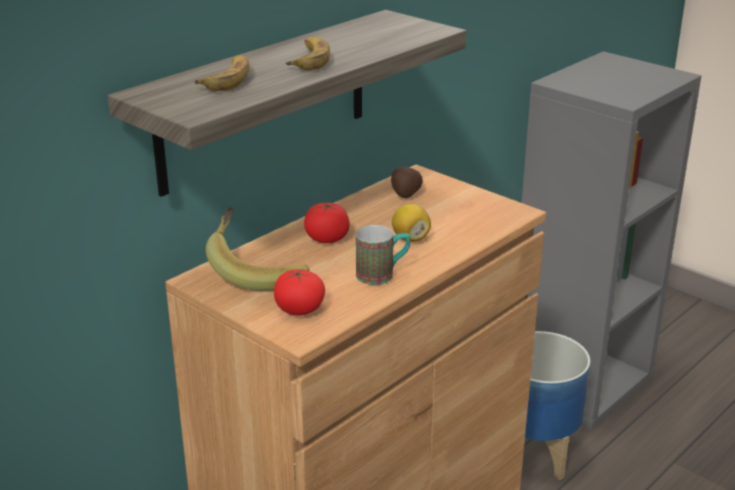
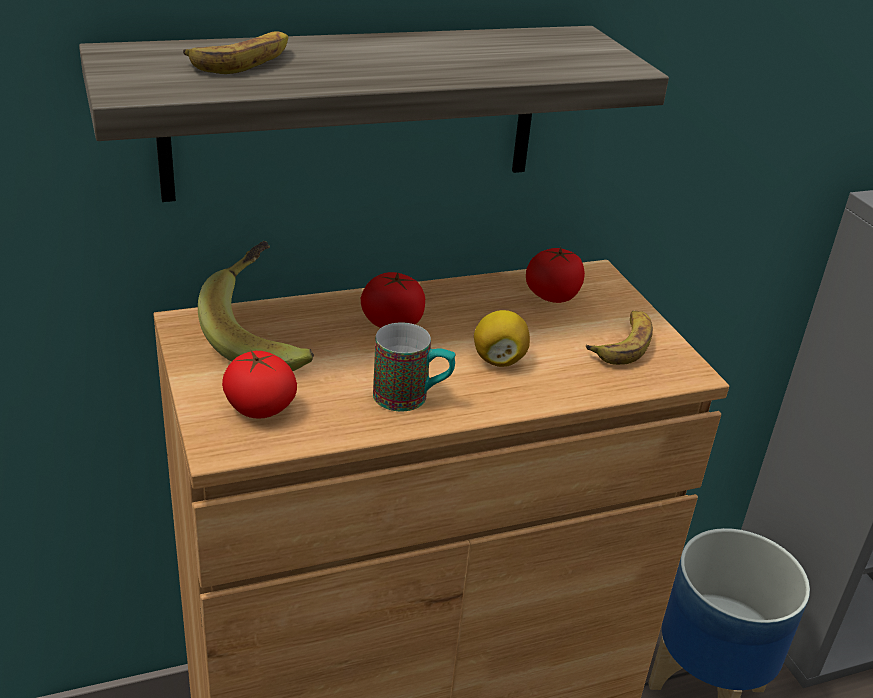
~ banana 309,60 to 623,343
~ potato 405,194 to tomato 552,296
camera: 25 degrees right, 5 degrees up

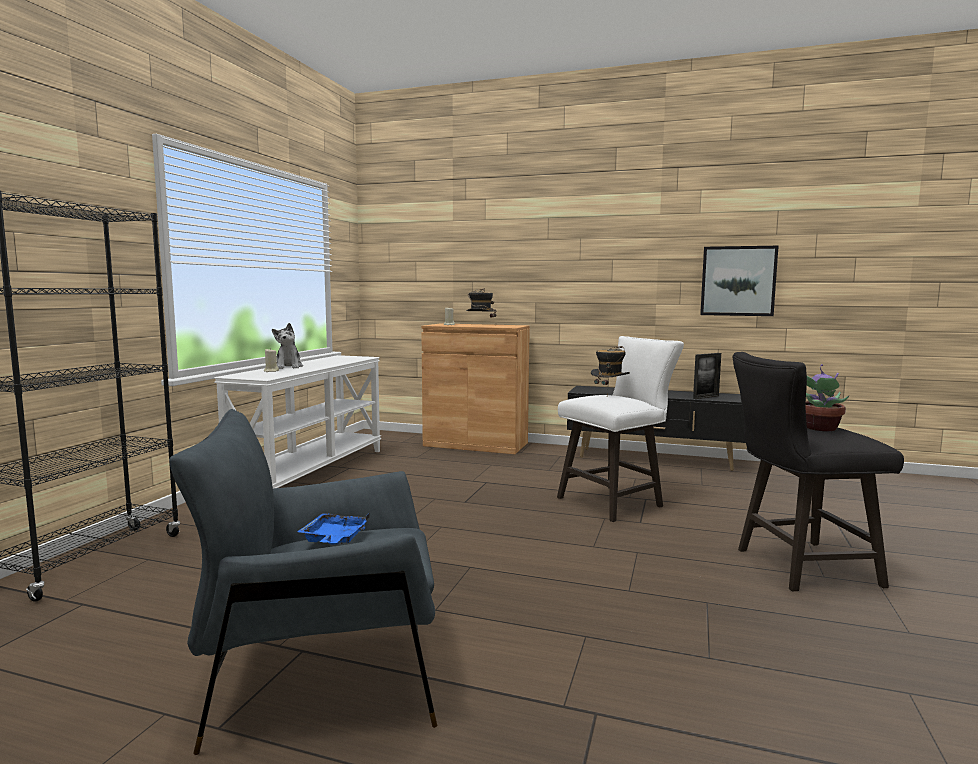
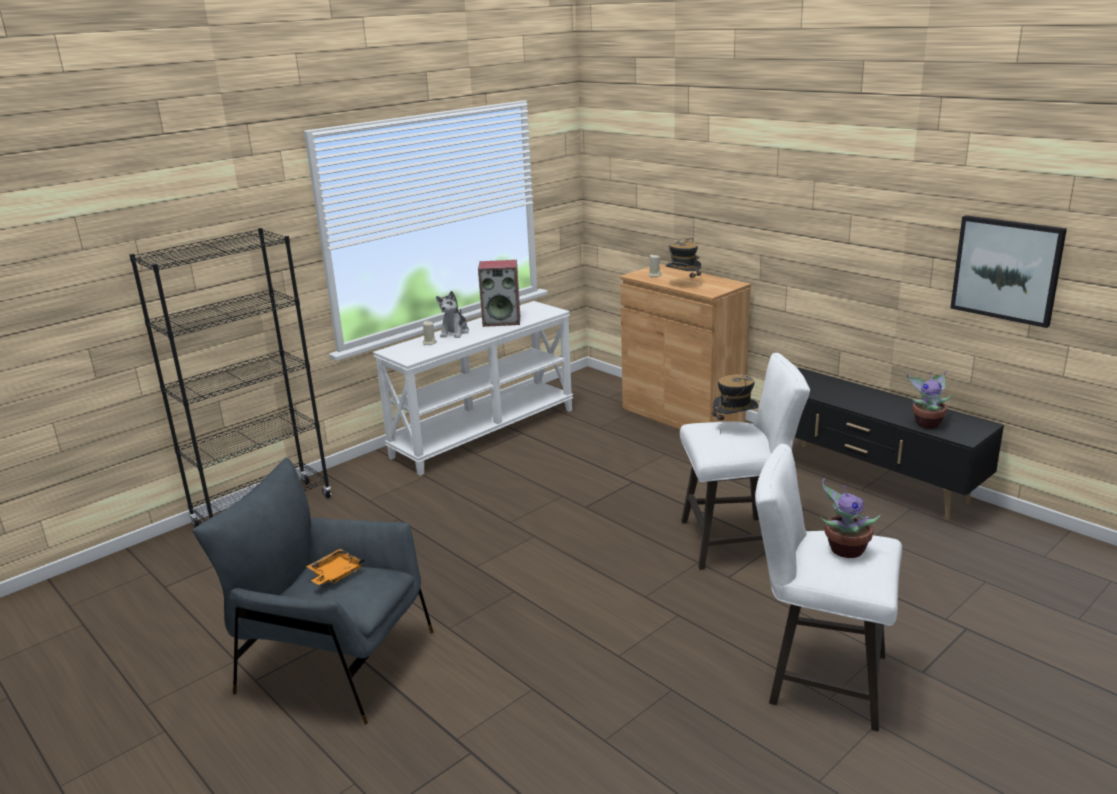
+ speaker 502,321
~ picture frame 706,397 to potted plant 927,423
~ tray in blue 334,539 to tray in orange 335,574
~ stool in black 797,567 to stool in white 817,679
camera: 30 degrees right, 15 degrees up

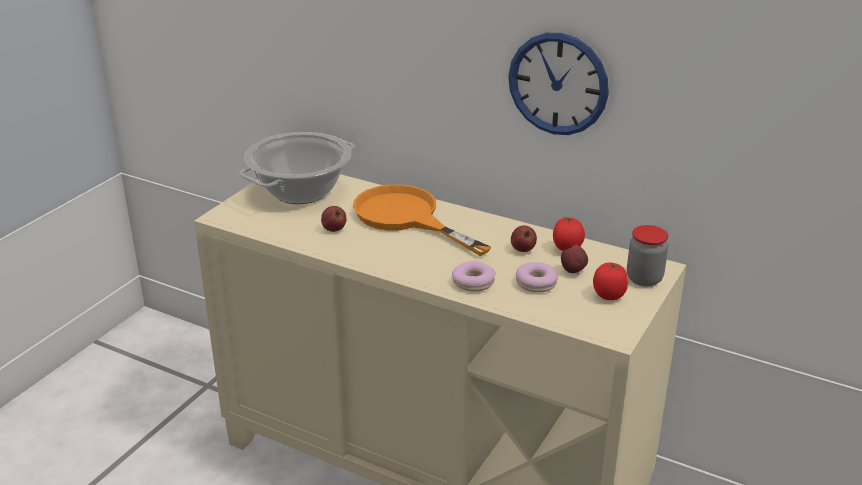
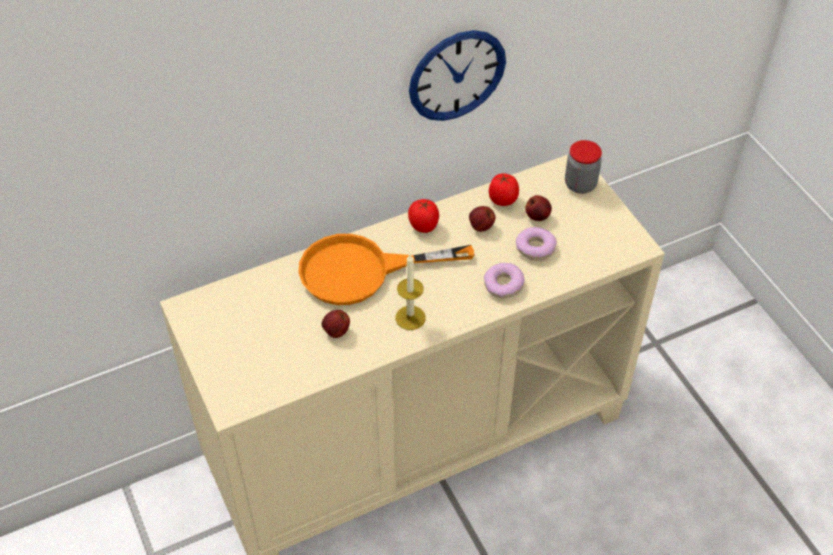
- cooking pot 300,191
+ candle 410,317
~ tomato 609,295 to 423,226
camera: 55 degrees left, 20 degrees up

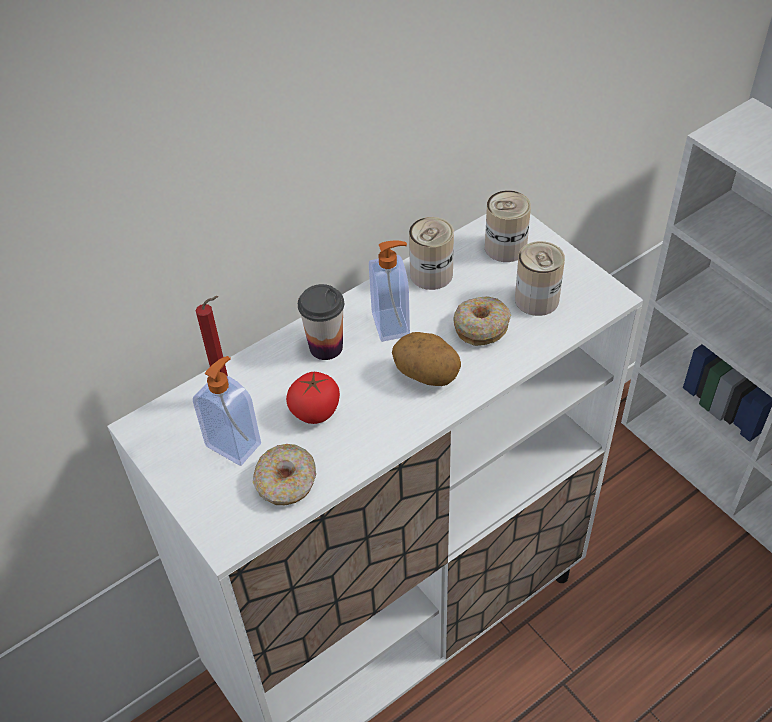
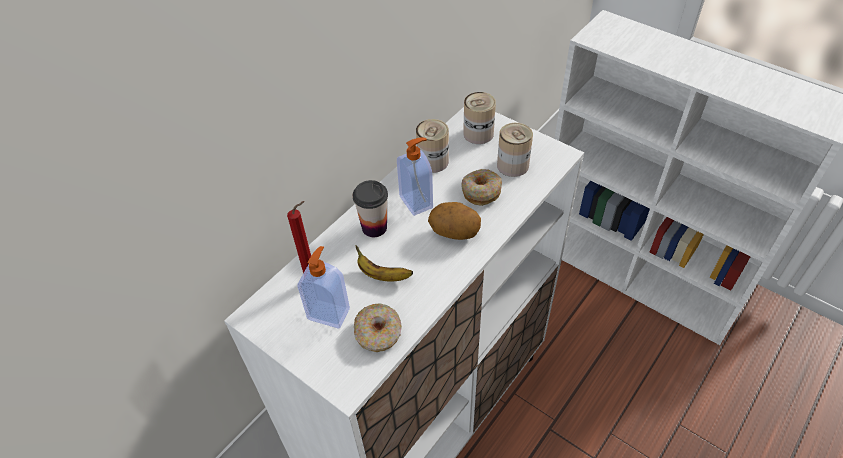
~ tomato 315,411 to banana 382,275
camera: 15 degrees left, 0 degrees up

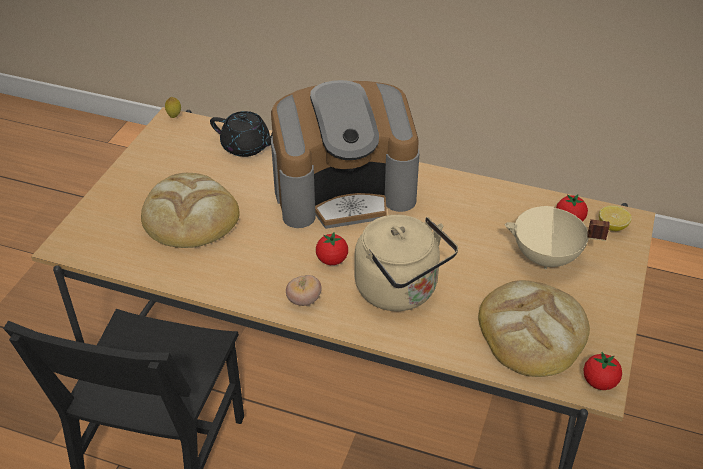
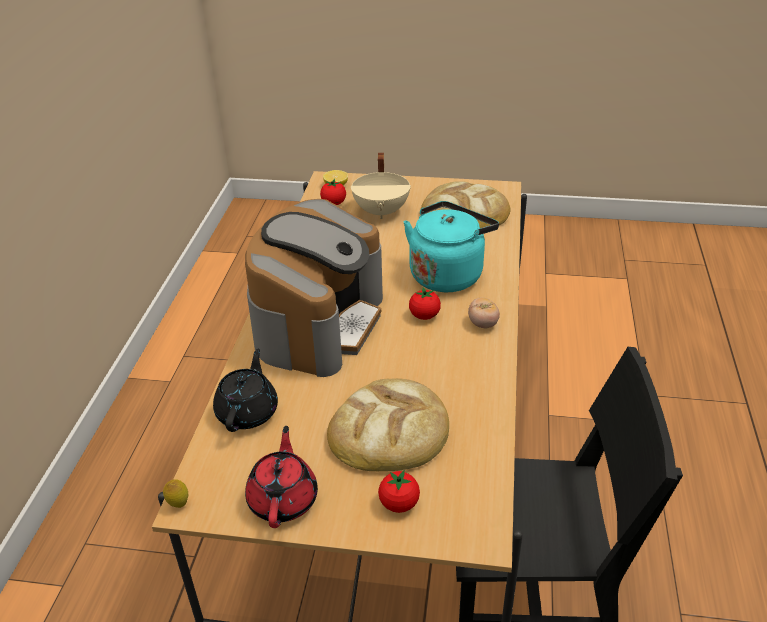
+ teapot in red 283,499
~ tomato 599,382 to 399,503
~ kettle in beige 401,291 to kettle in turquoise 448,274
~ coffee machine 344,190 = 318,323 45 degrees clockwise
camera: 100 degrees left, 5 degrees down

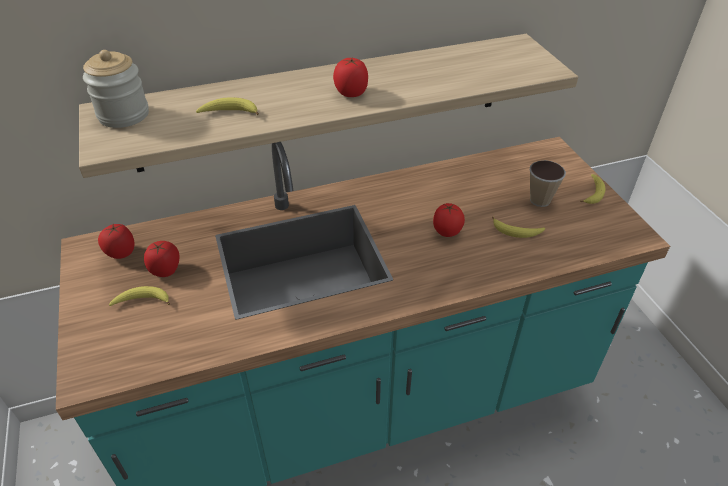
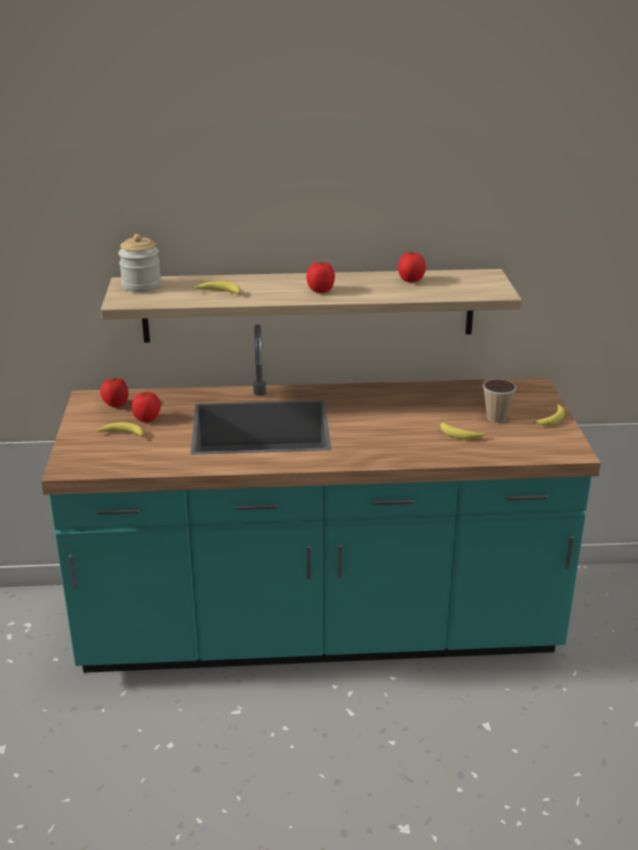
~ tomato 446,232 to 410,281
camera: 15 degrees right, 15 degrees down

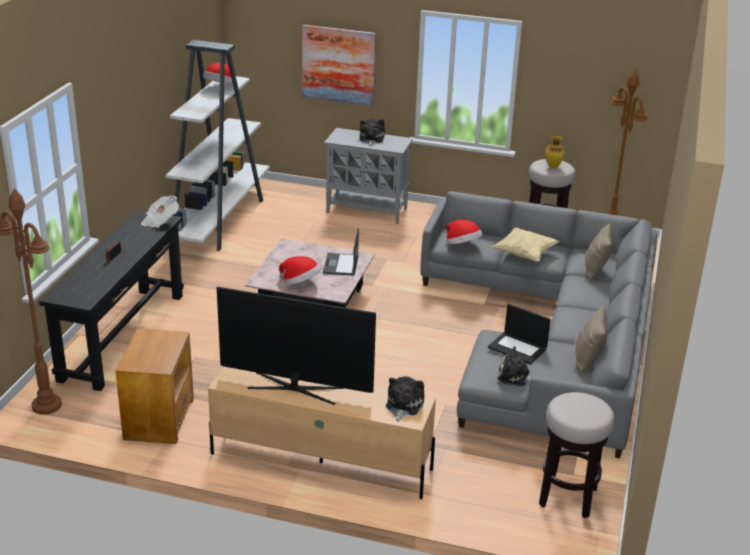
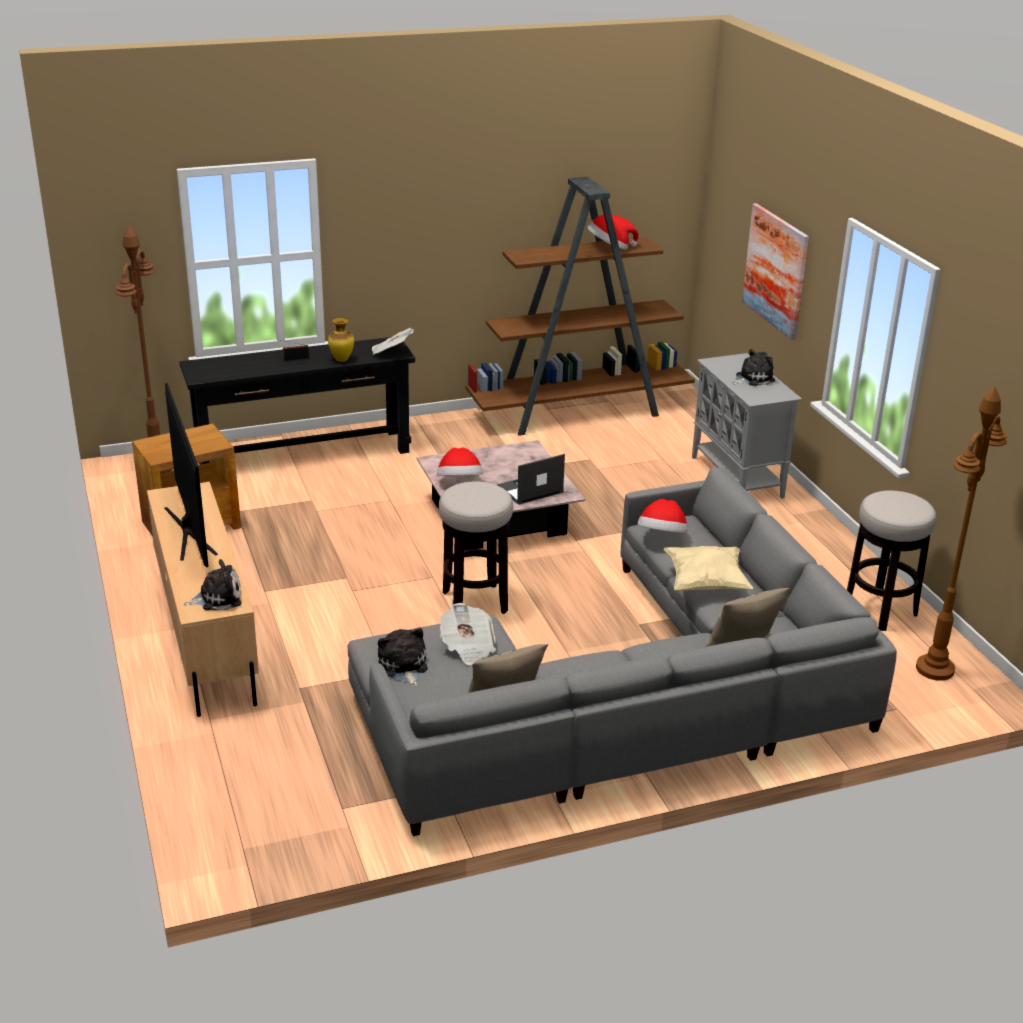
~ stool 567,497 to 474,602
~ vase 553,166 to 342,360
~ laptop 518,348 to newspaper 467,647
~ bookcase in white 218,220 to bookcase in brown 580,411
camera: 55 degrees right, 0 degrees up

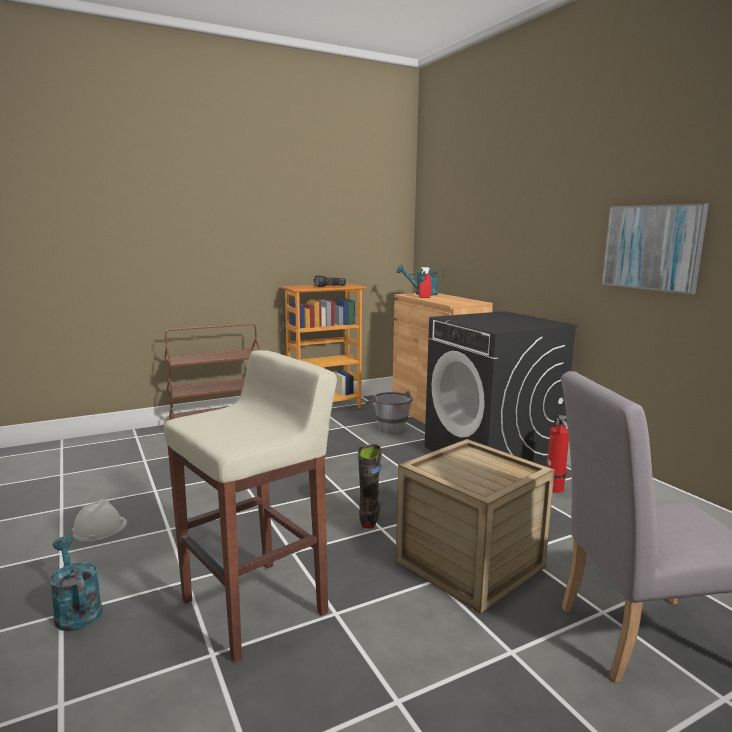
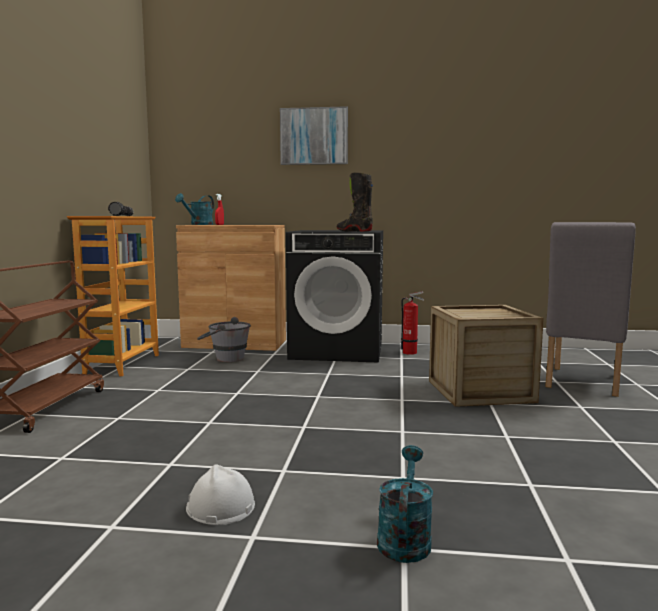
- stool in beige 257,606
~ boot in black 369,517 to 354,231
~ picture 652,247 to 314,136
~ watering can in turquoise 76,610 = 404,538 105 degrees clockwise
camera: 55 degrees left, 5 degrees down

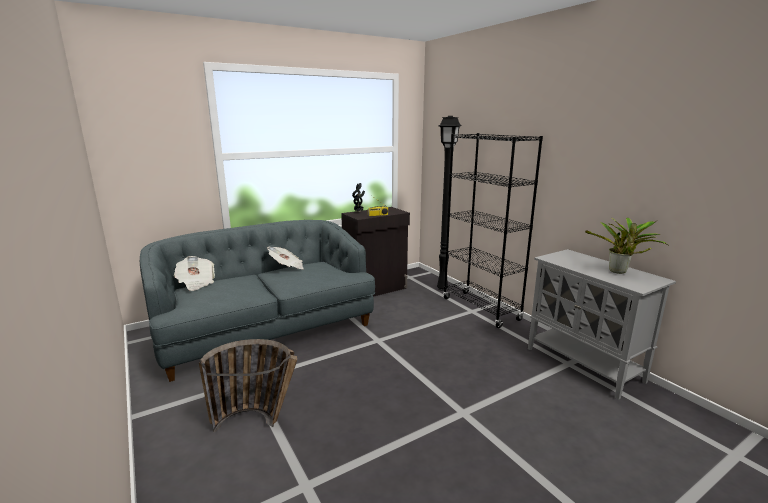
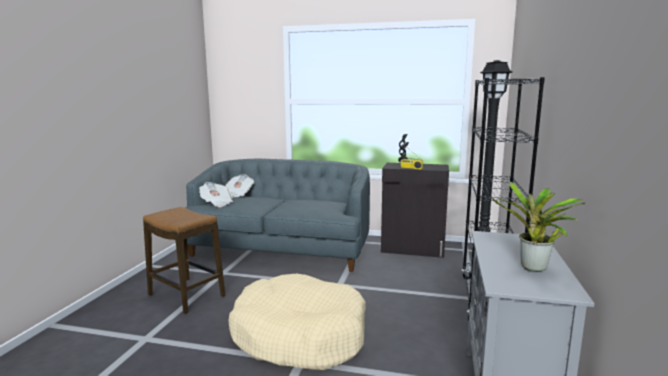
+ dog bed in beige 299,336
~ newspaper 287,267 to 216,203
~ basket 258,421 to stool 186,295
camera: 45 degrees right, 5 degrees down

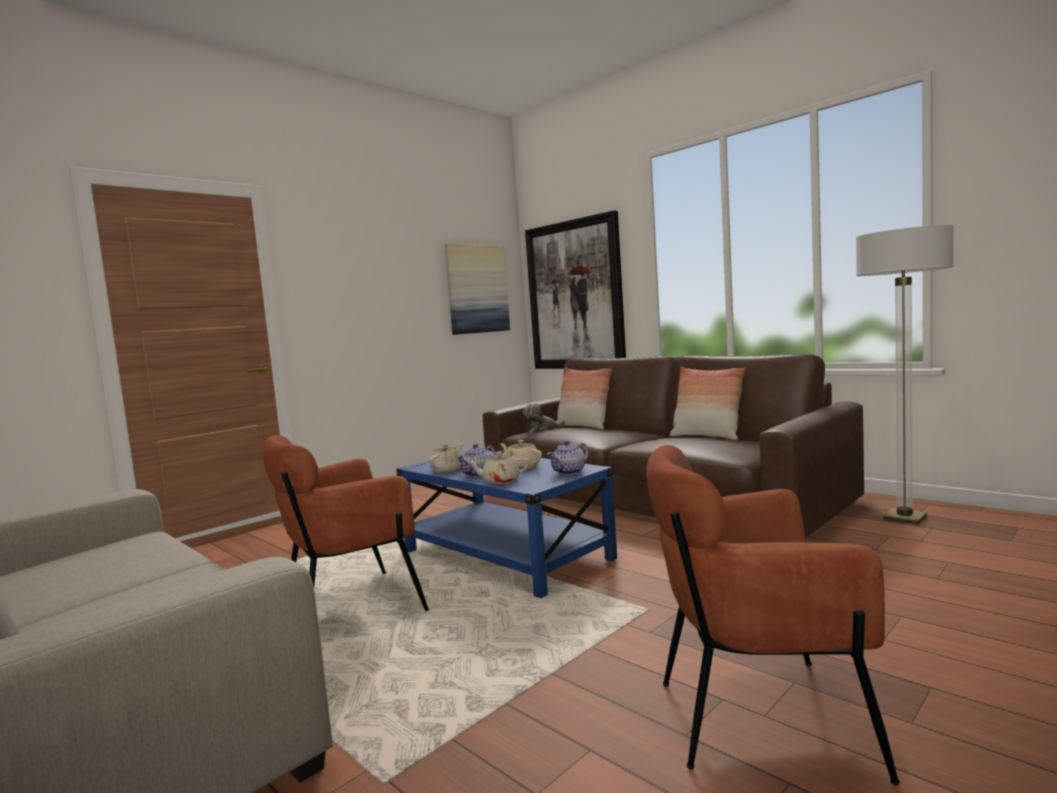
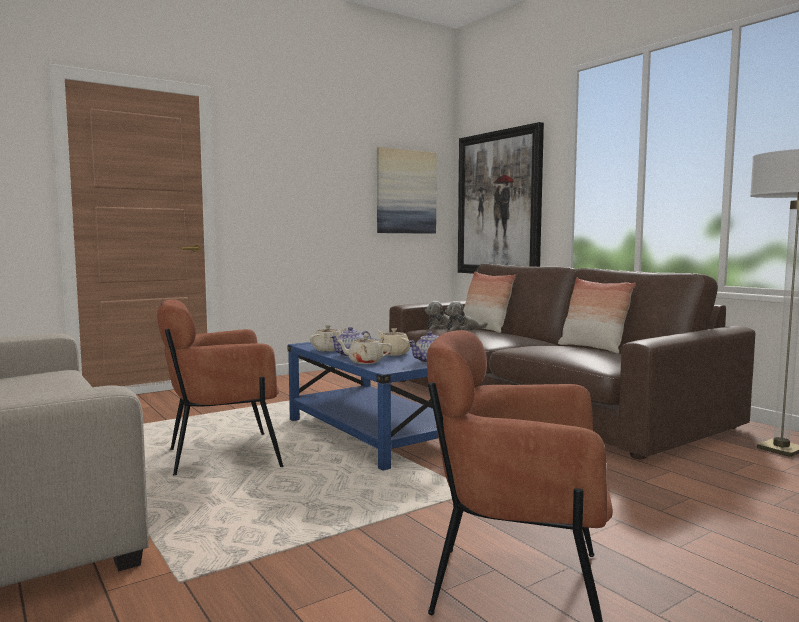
+ plush toy 463,329
camera: 10 degrees right, 0 degrees up

